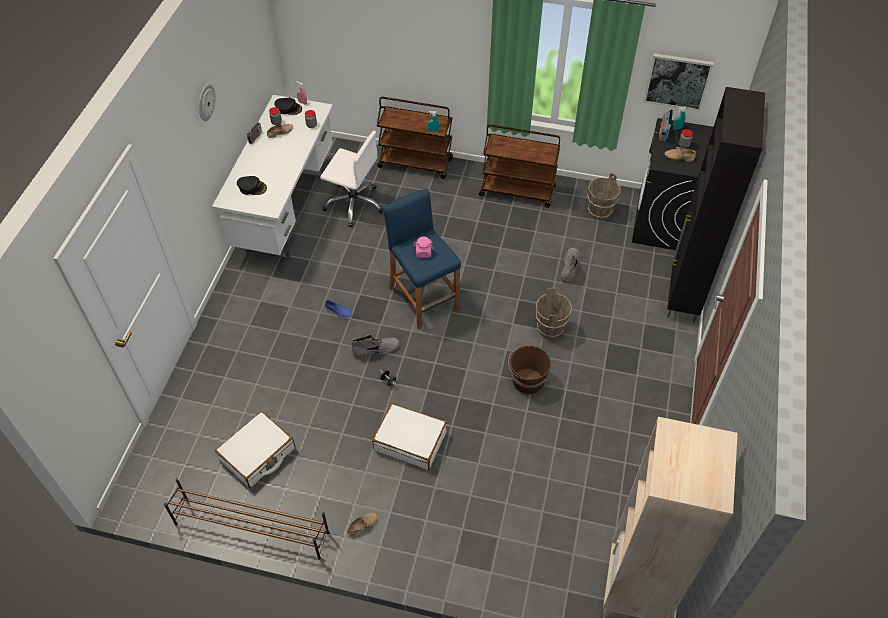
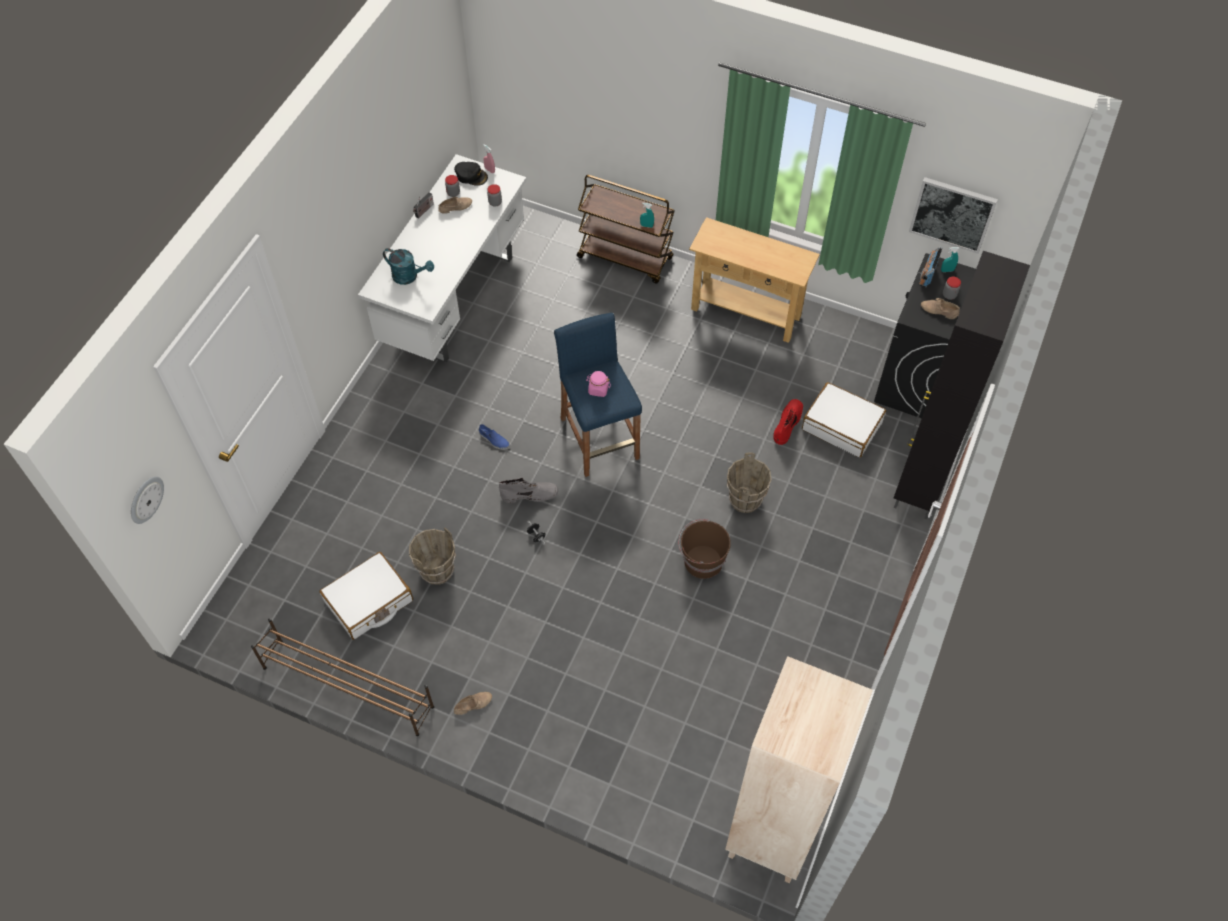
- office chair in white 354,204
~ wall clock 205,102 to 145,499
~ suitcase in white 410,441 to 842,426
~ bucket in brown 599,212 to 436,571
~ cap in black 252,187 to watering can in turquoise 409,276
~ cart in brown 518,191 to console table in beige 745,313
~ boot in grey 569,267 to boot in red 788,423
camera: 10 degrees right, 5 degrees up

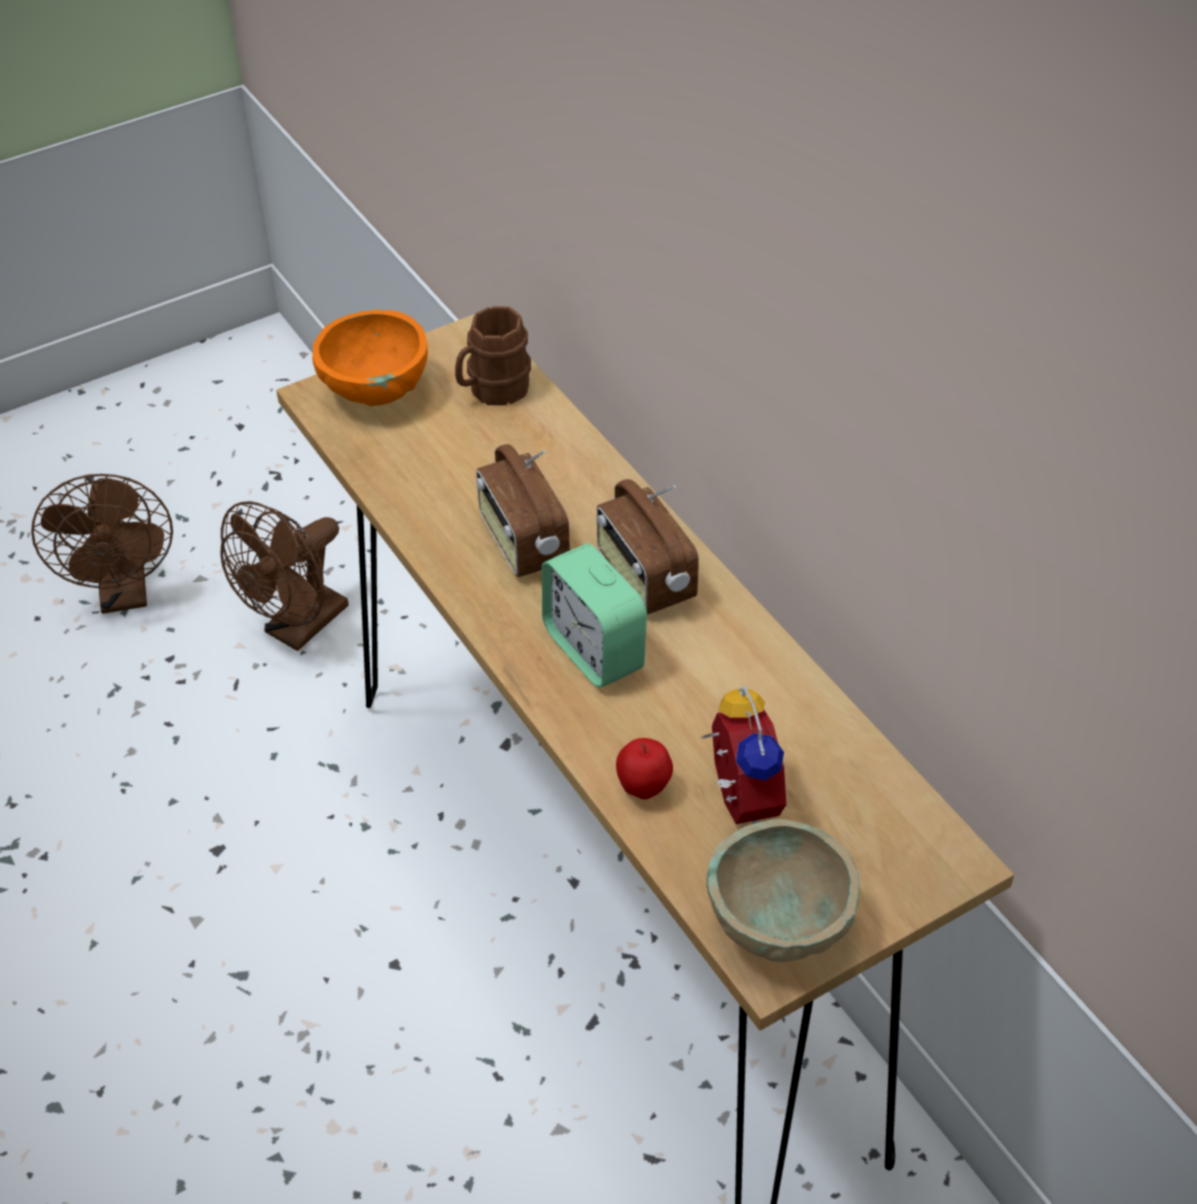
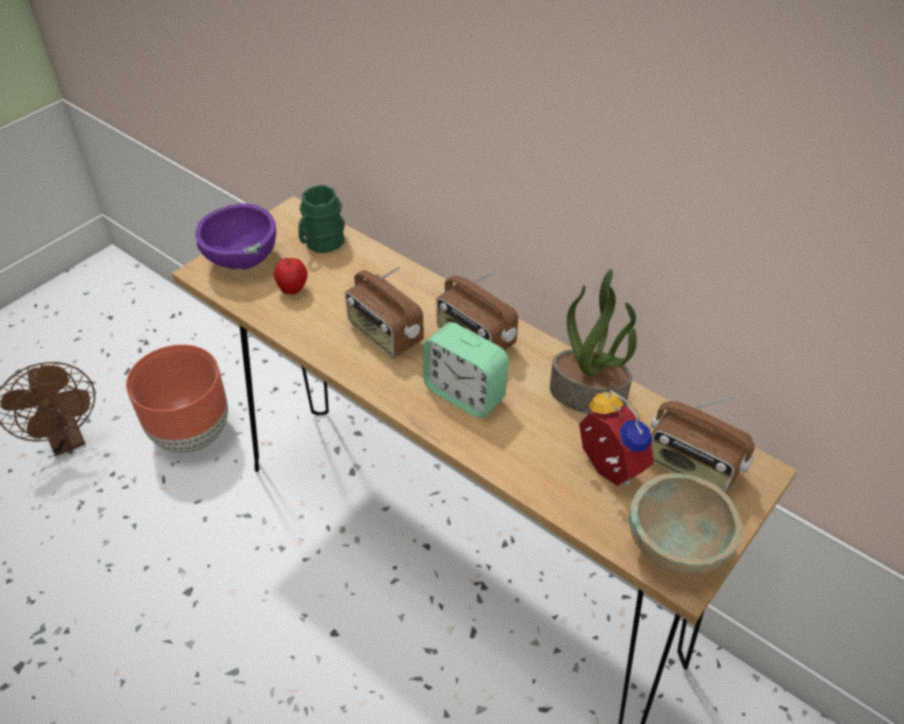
+ potted plant 589,394
+ radio 691,467
~ apple 644,790 to 293,290
~ fan in brown 298,629 to planter in brown 193,433
~ bowl in orange 374,392 to bowl in purple 241,261
~ mug in brown 492,390 to mug in green 320,243
camera: 20 degrees left, 0 degrees up

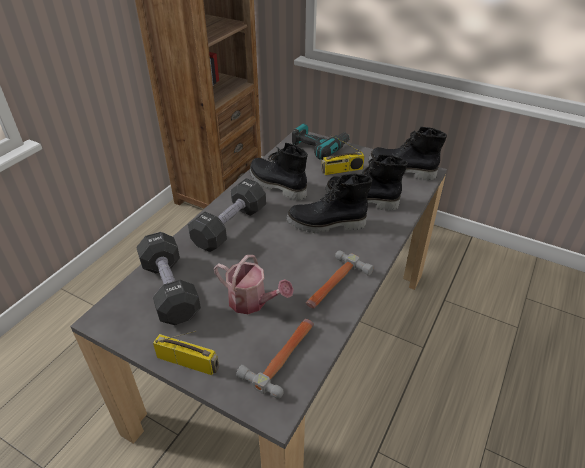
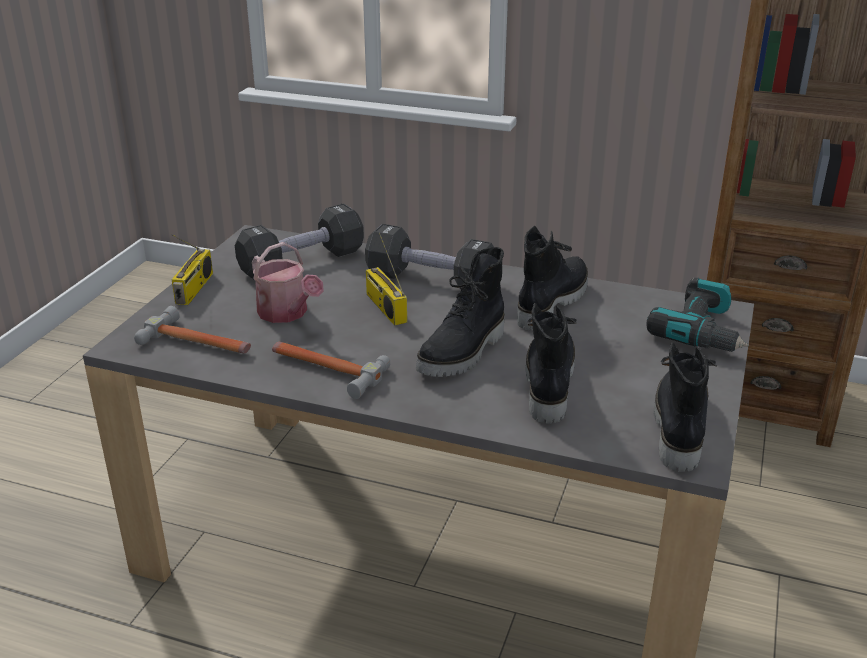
~ radio 342,170 to 384,307
~ watering can 252,302 = 287,313 60 degrees counterclockwise
~ boot in black 326,225 = 463,354 135 degrees counterclockwise
camera: 80 degrees right, 10 degrees down

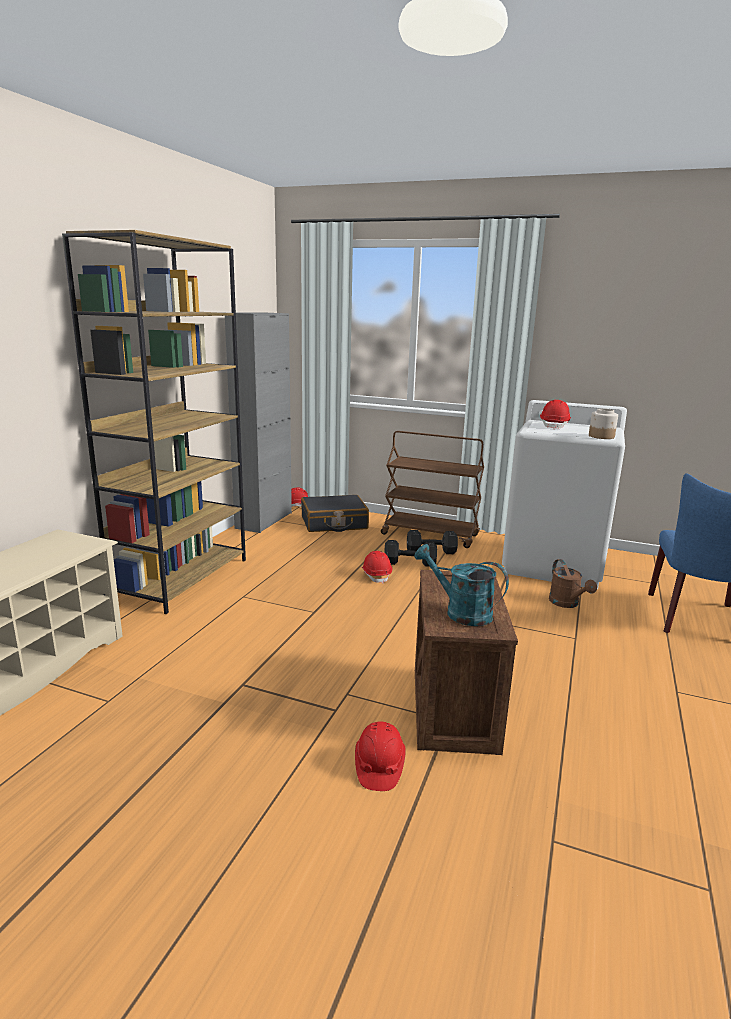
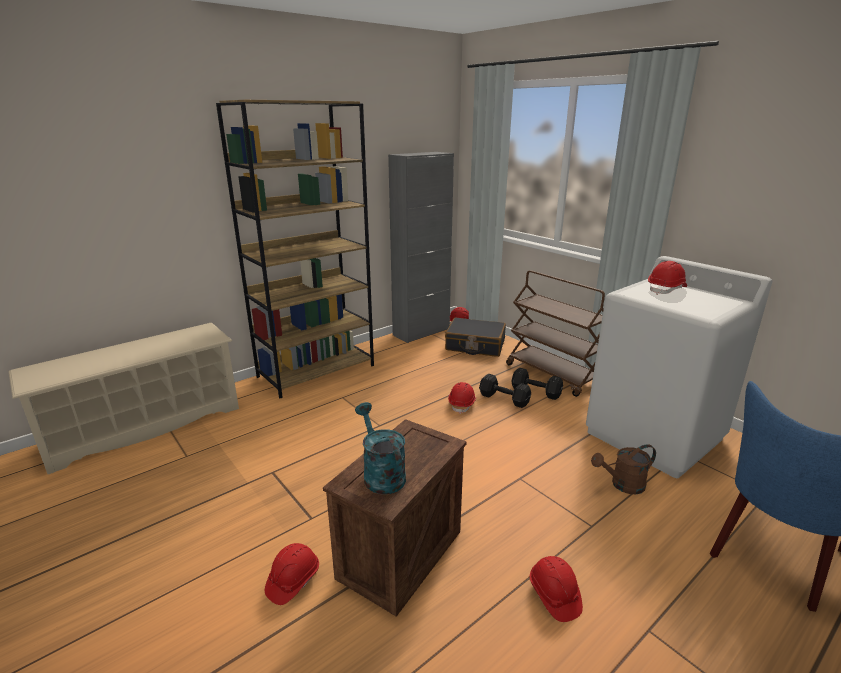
- jar 601,436
+ hard hat in red 554,595
~ watering can in brown 567,604 = 622,485 60 degrees clockwise
camera: 30 degrees right, 5 degrees up

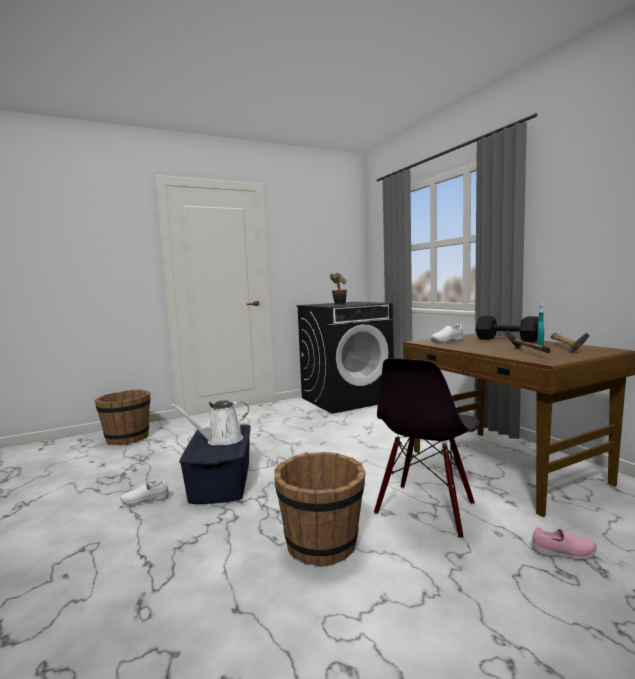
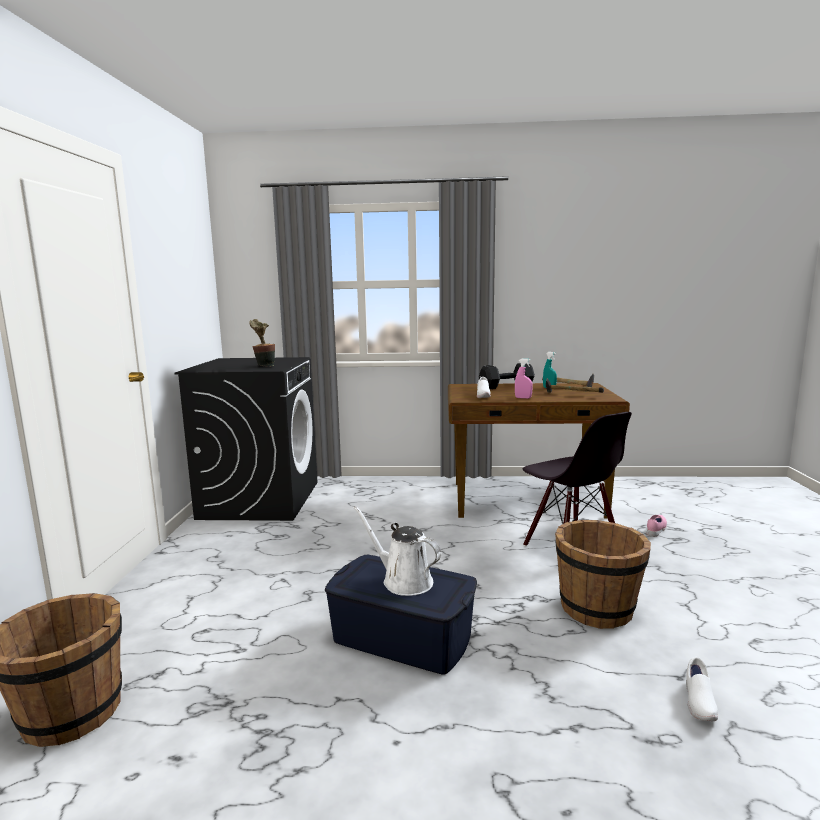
+ spray bottle in pink 523,398
~ shoe in white 145,501 to 698,702
~ watering can in white 221,440 = 403,581 120 degrees clockwise
camera: 60 degrees left, 5 degrees up

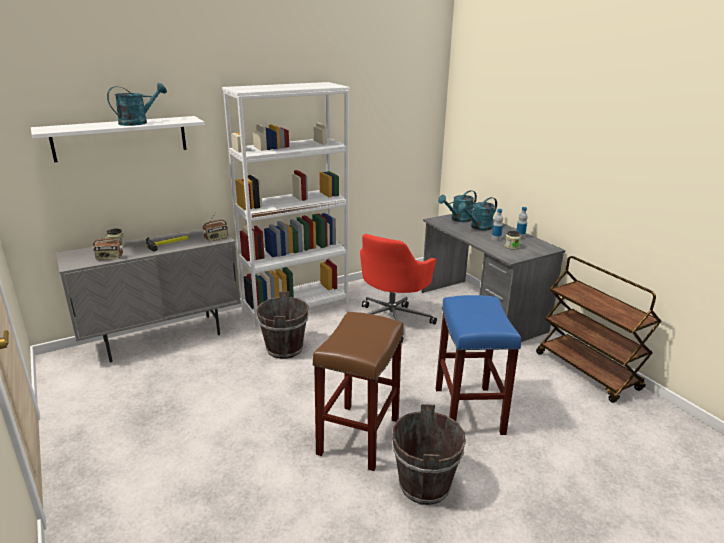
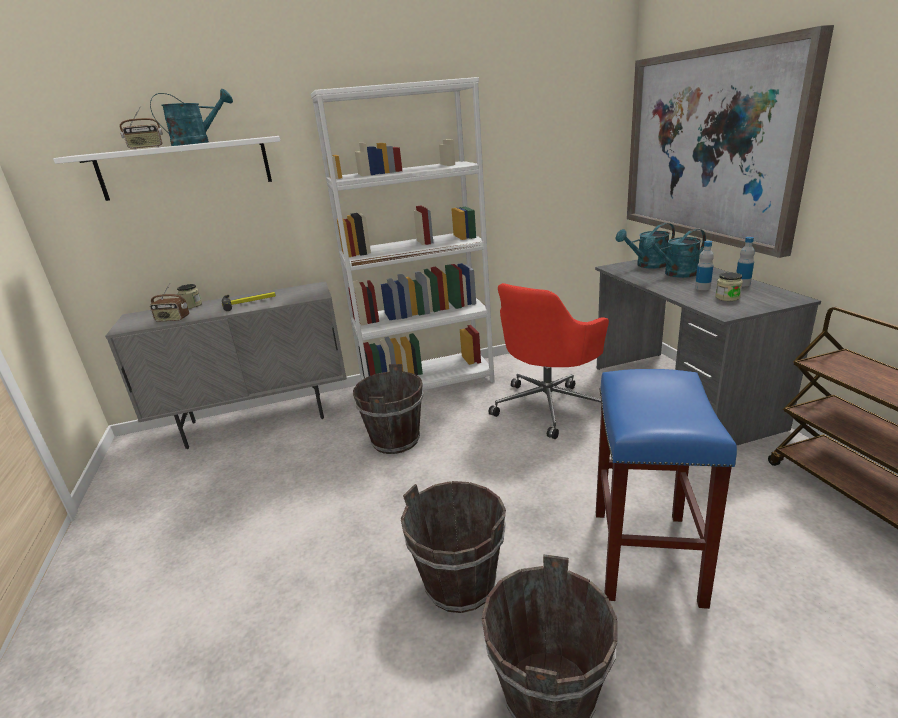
+ picture 709,146
~ radio 216,238 to 146,148
~ stool in brown 358,435 to bucket in brown 460,583
camera: 15 degrees right, 0 degrees up

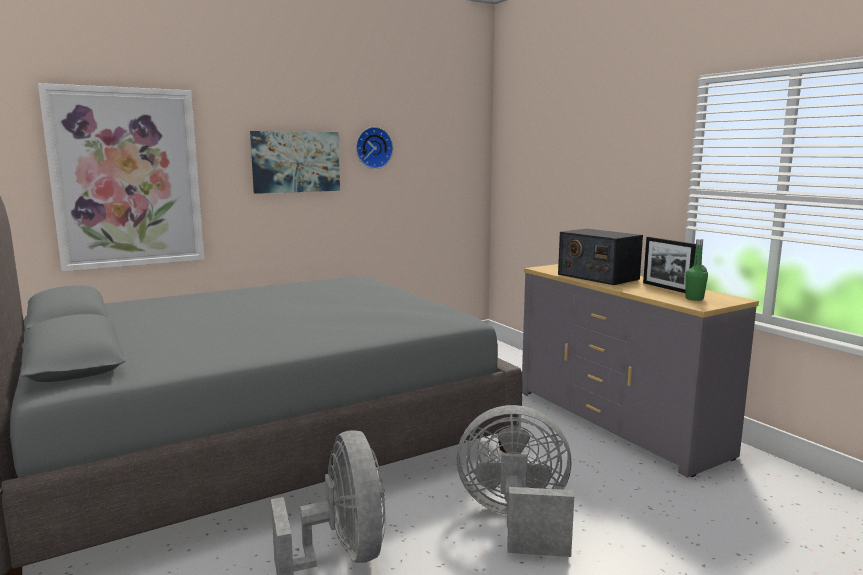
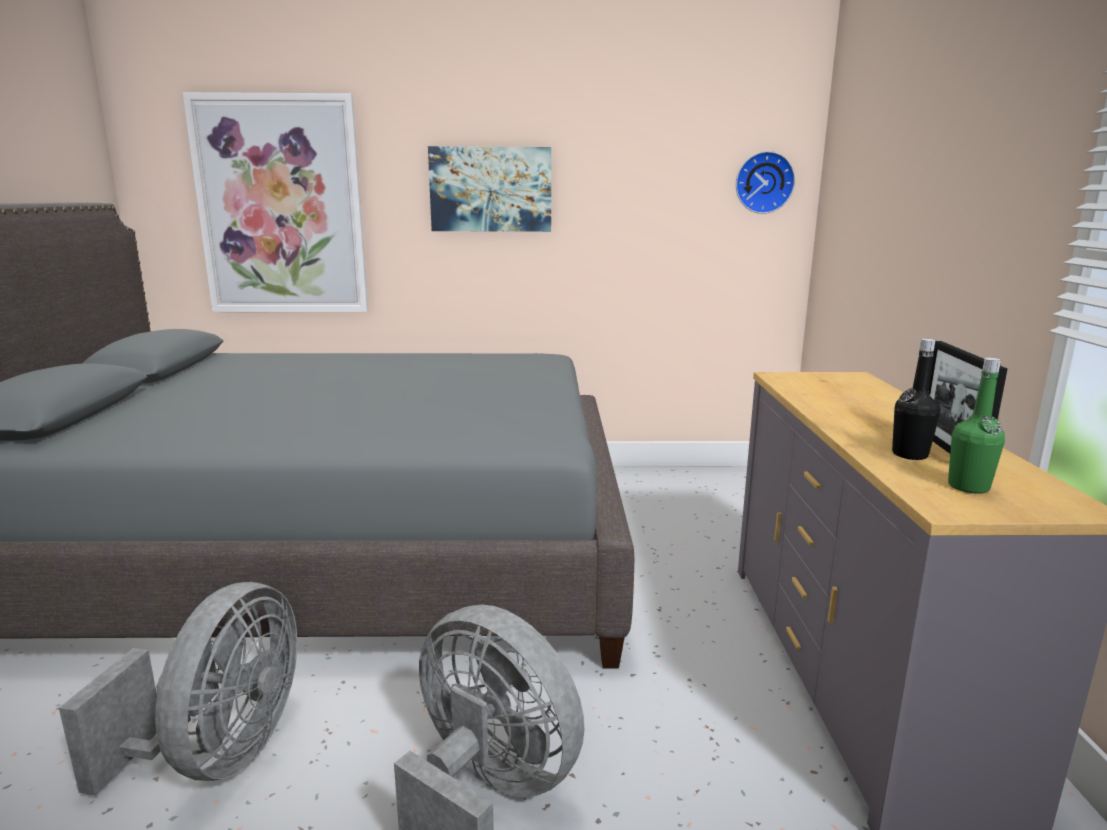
- radio 597,277
+ bottle in black 909,454
~ wall clock 373,148 to 763,182
camera: 30 degrees right, 5 degrees up

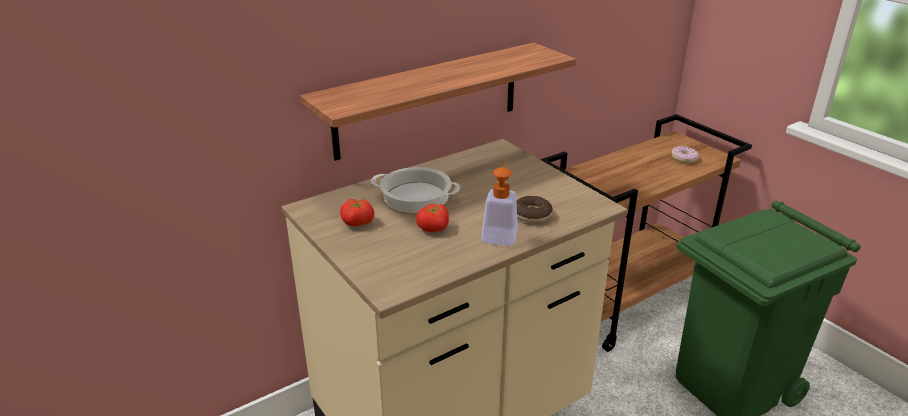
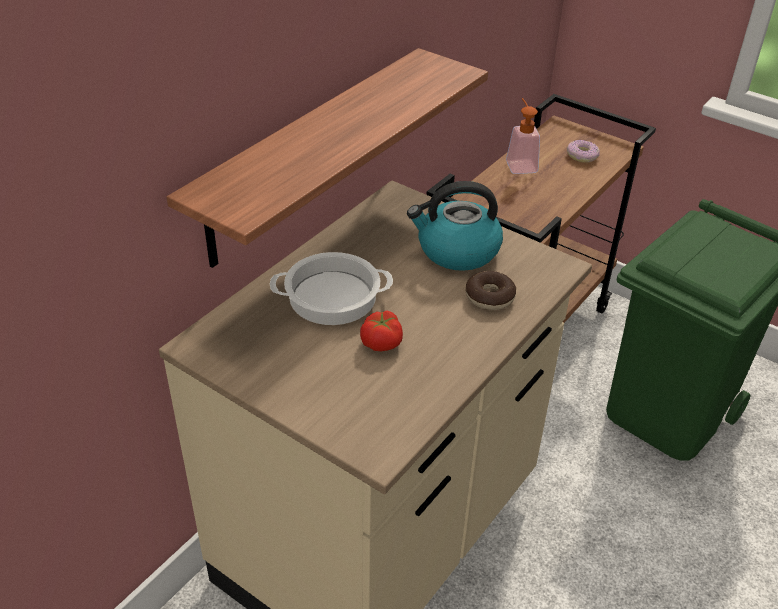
- tomato 357,222
+ kettle 457,251
~ soap dispenser 500,233 to 520,164
camera: 20 degrees left, 10 degrees up

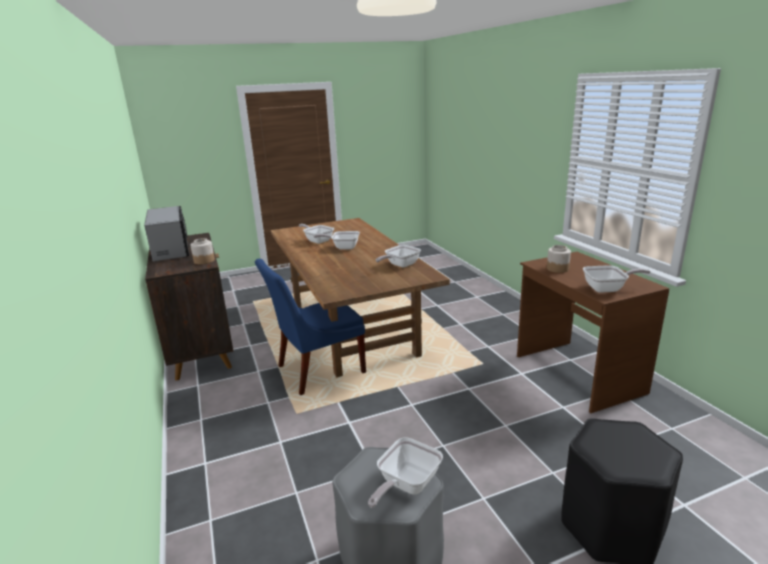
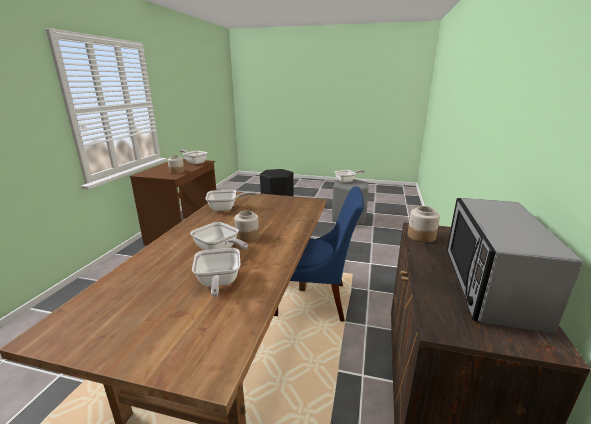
+ jar 247,236
camera: 145 degrees left, 0 degrees up

